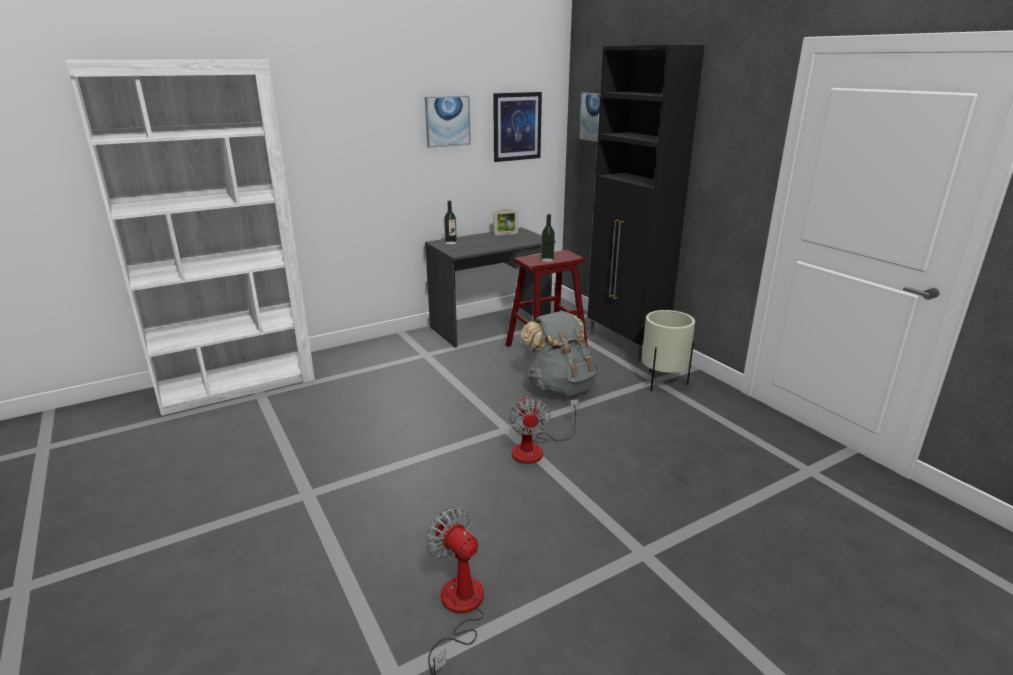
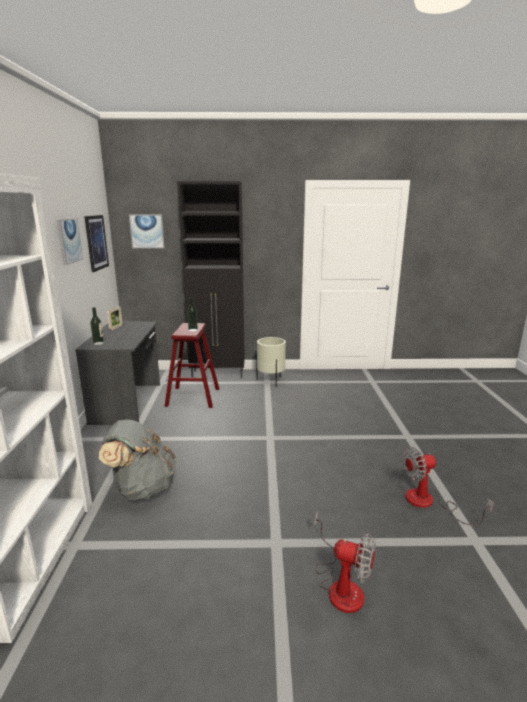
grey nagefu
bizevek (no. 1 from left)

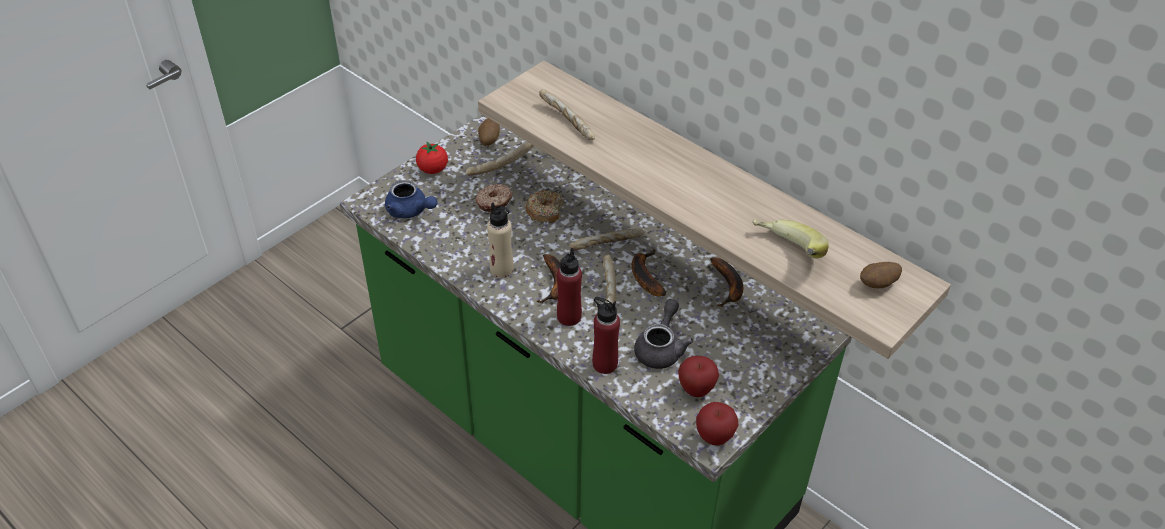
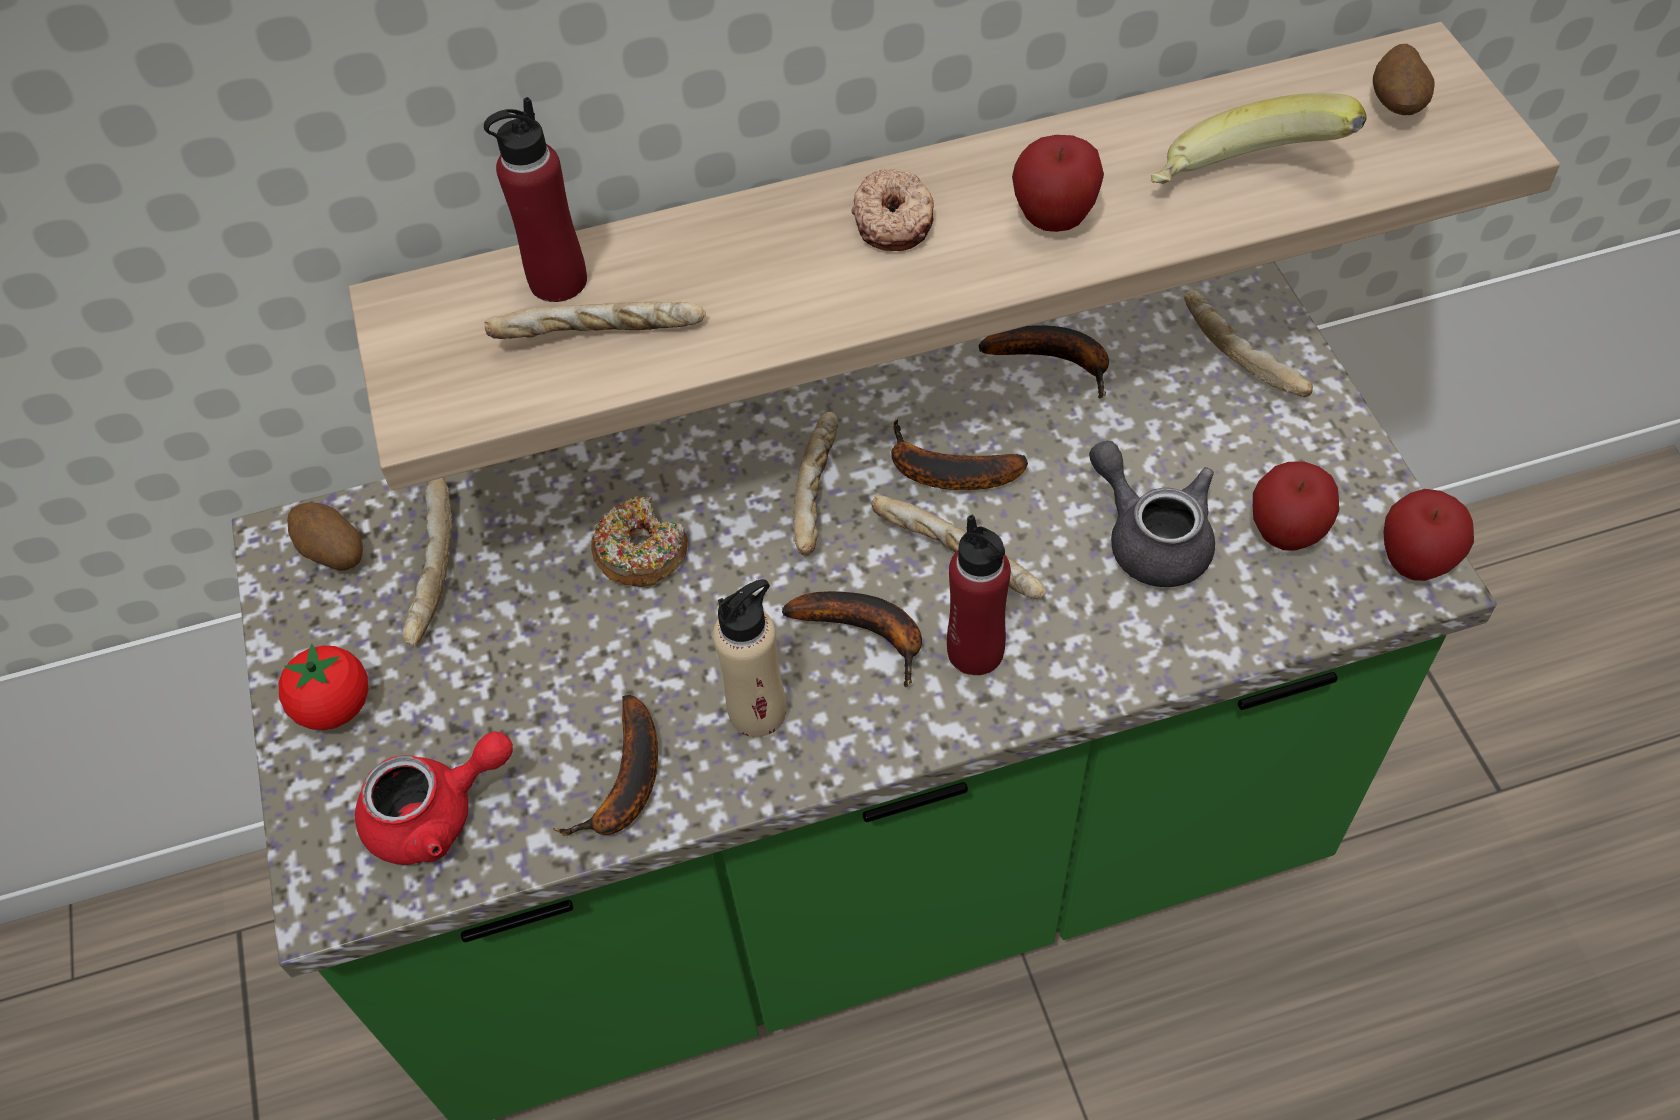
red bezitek
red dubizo (no. 1 from left)
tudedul (no. 1 from left)
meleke (no. 2 from left)
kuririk (no. 1 from left)
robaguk (no. 5 from left)

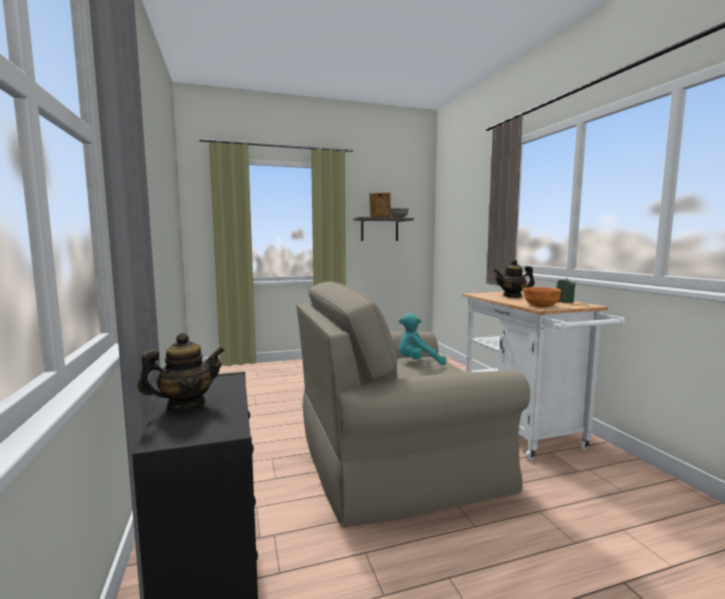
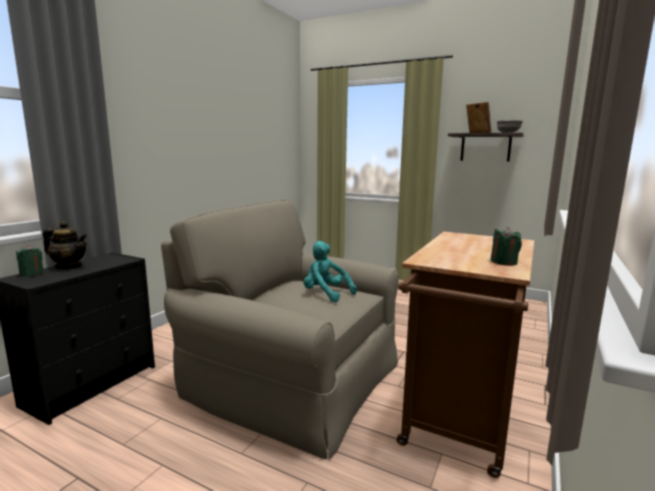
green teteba (no. 1 from left)
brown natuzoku
bezitek (no. 2 from left in the first image)
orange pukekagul

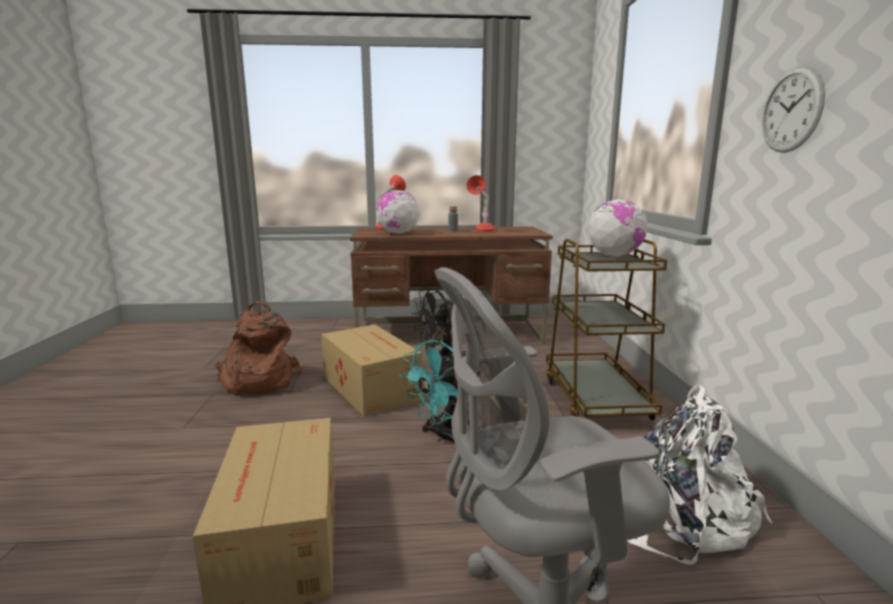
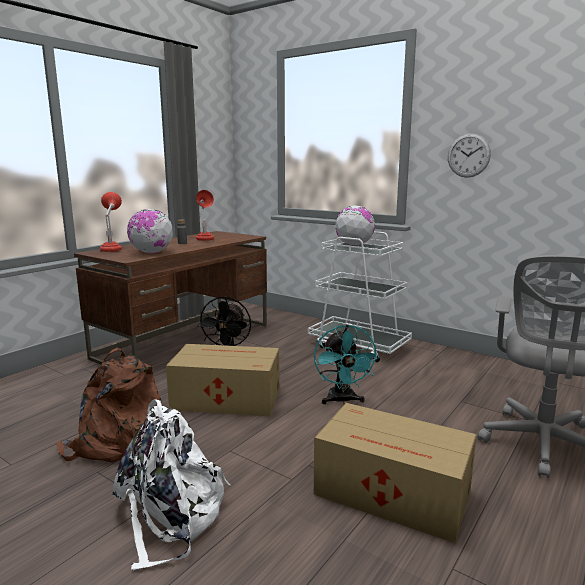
white nagefu
white natuzoku

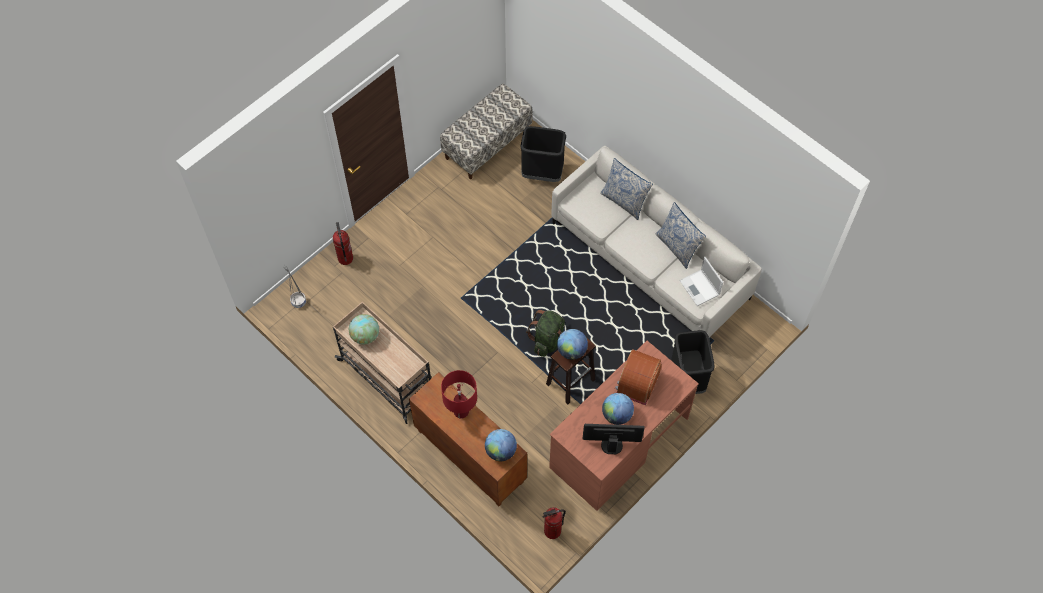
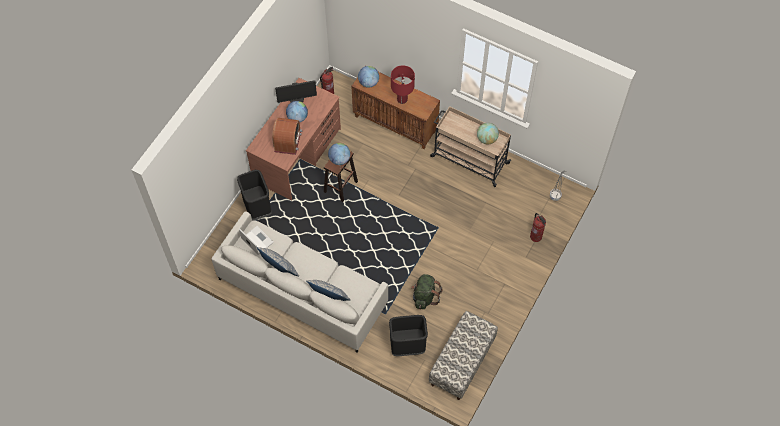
green nagefu

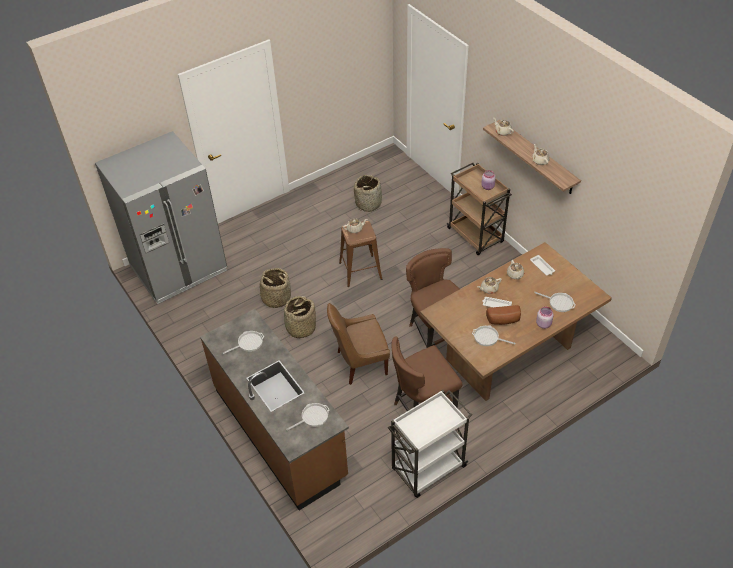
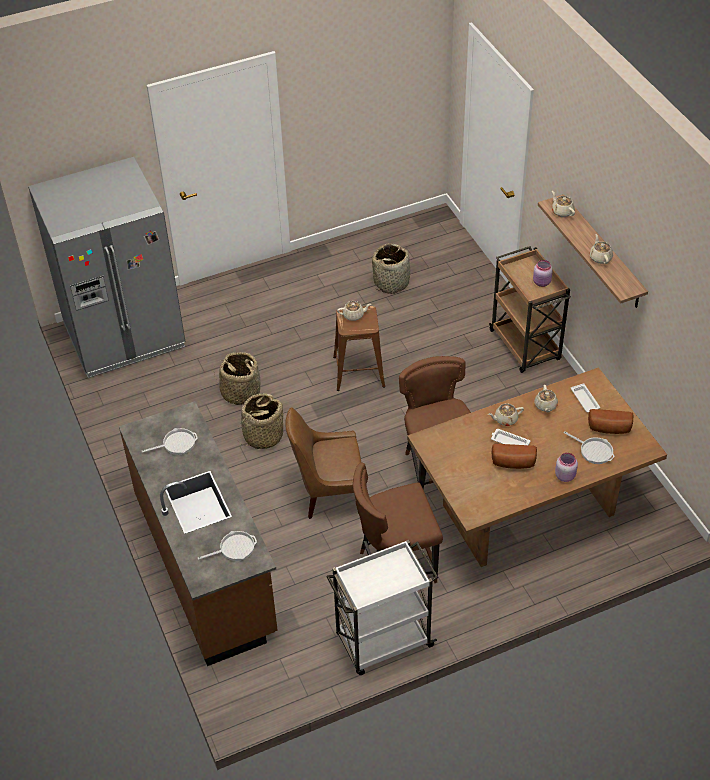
robaguk (no. 2 from left)
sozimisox (no. 3 from left in the first image)

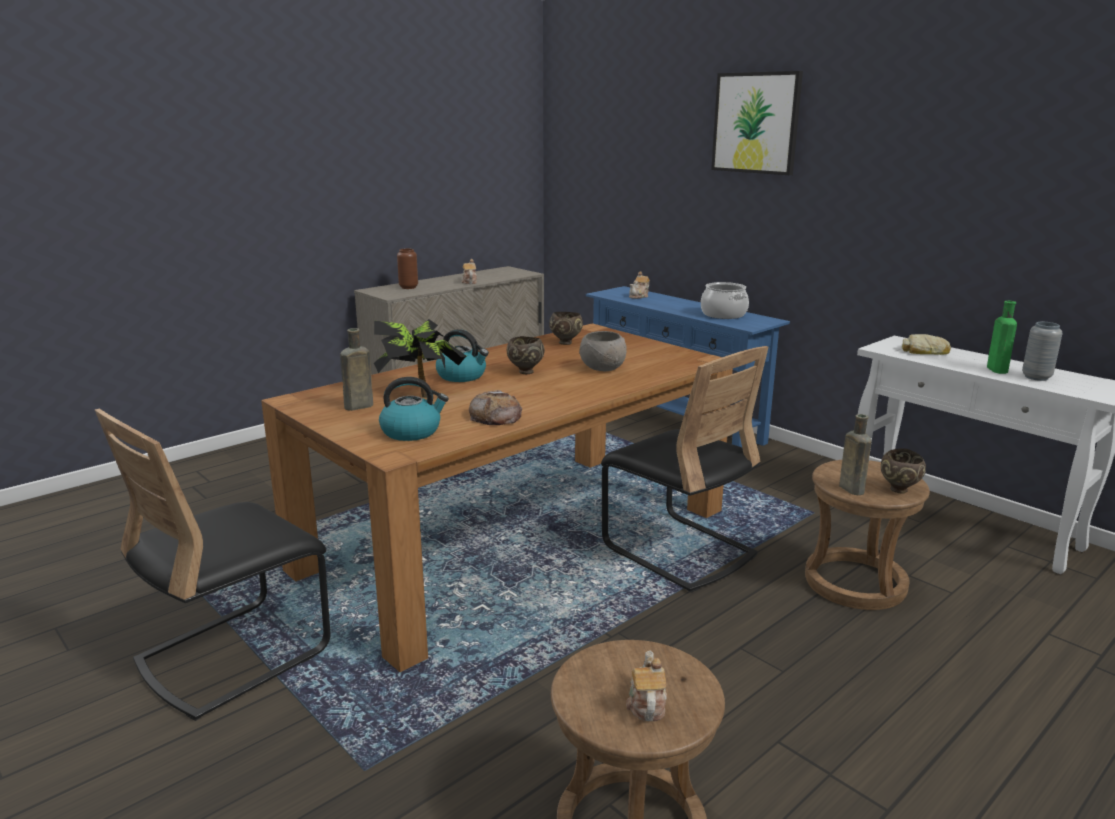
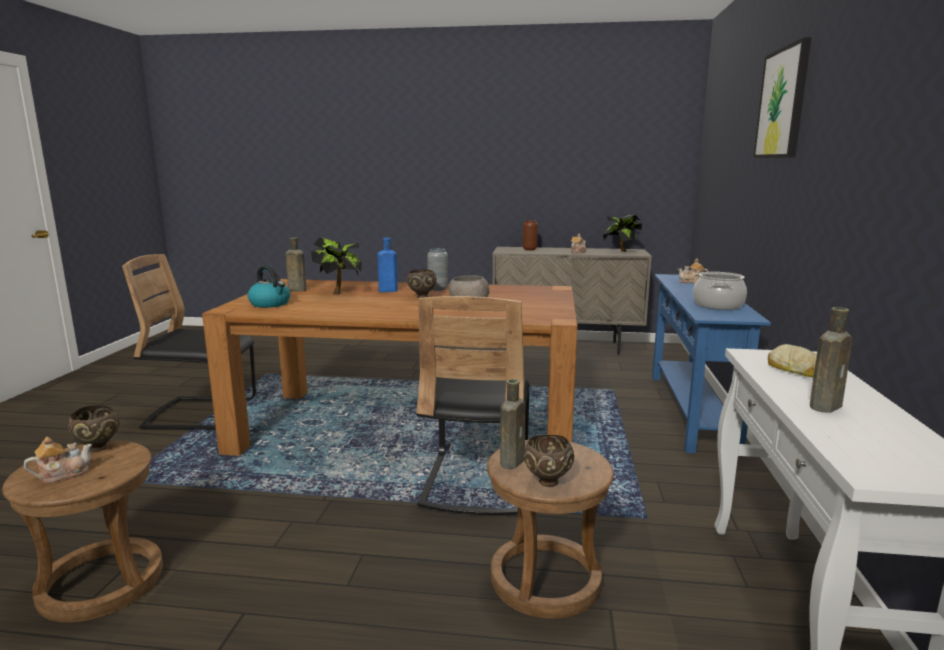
brown pukekagul (no. 1 from left)
blue dubizo
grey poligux
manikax (no. 2 from left)
brown dubizo (no. 3 from left)
robaguk (no. 1 from left in the first image)

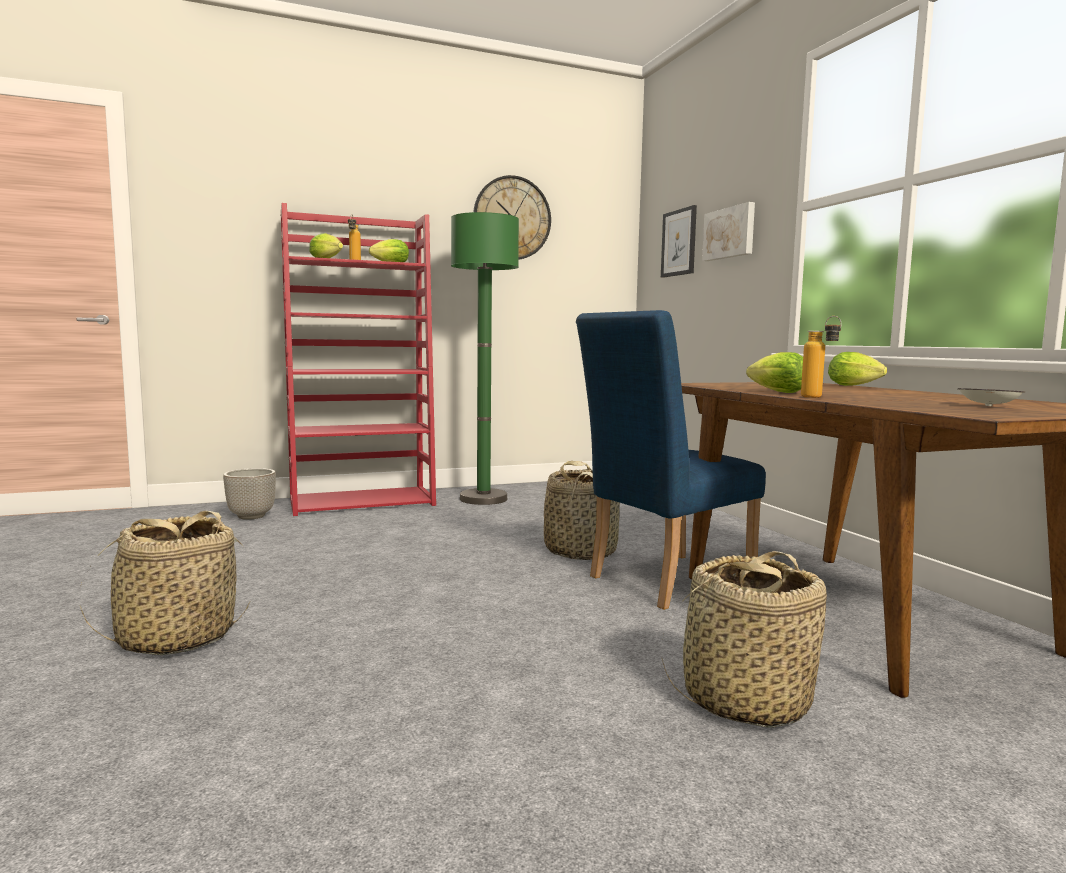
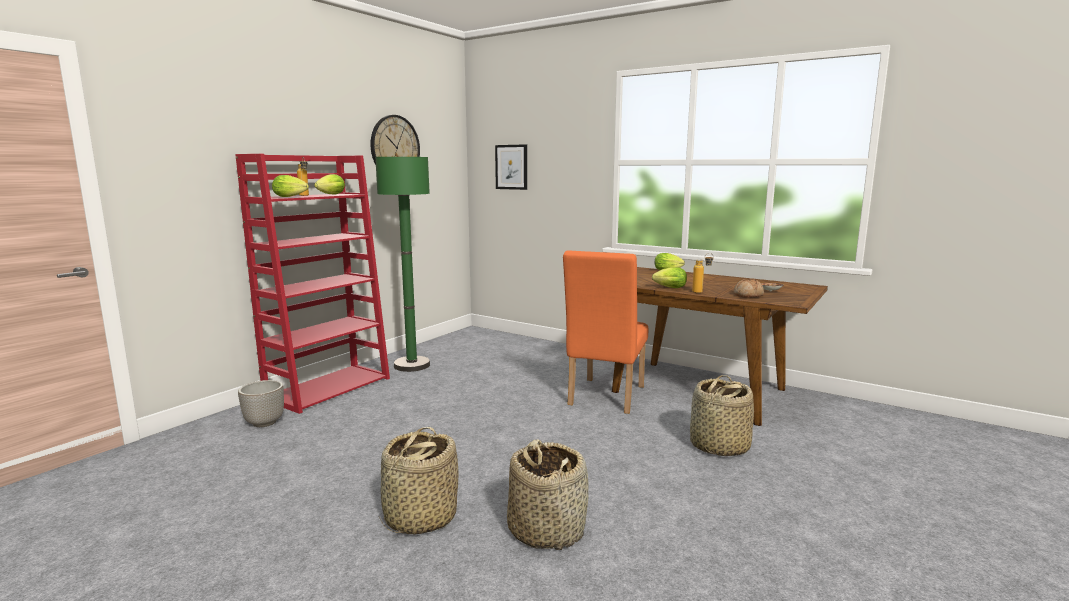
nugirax (no. 2 from left)
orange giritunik
robaguk
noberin (no. 2 from left in the first image)

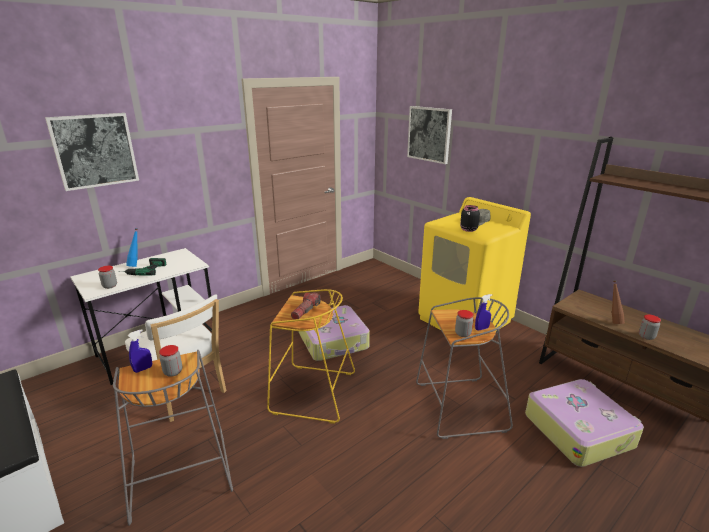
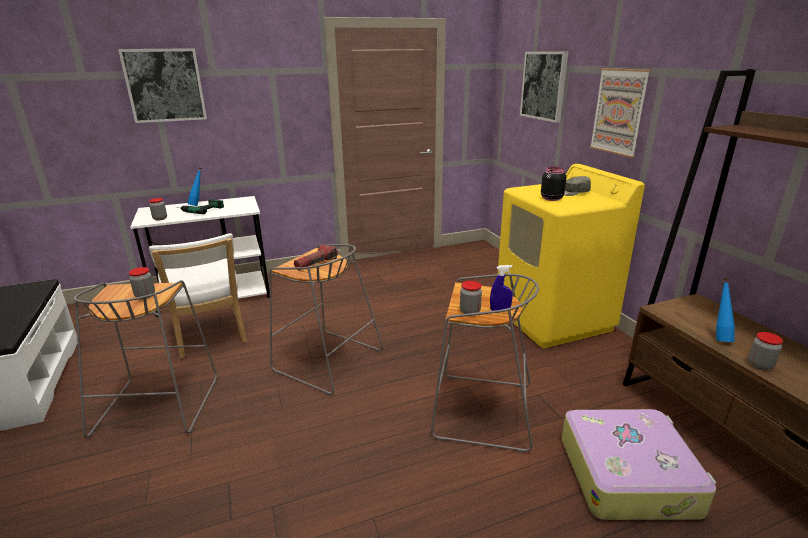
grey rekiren (no. 2 from left)
noberin (no. 3 from left)
blue dubizo (no. 2 from left)
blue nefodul (no. 1 from left in the first image)
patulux (no. 1 from left in the first image)

